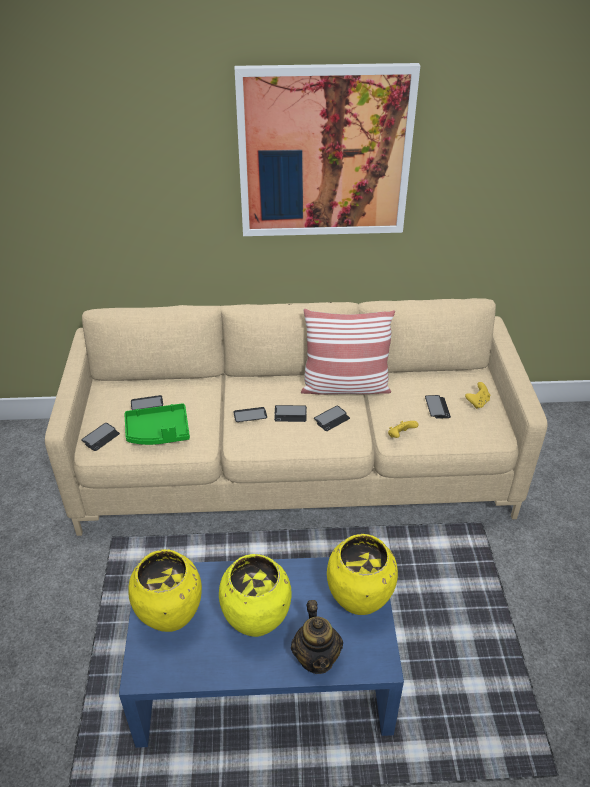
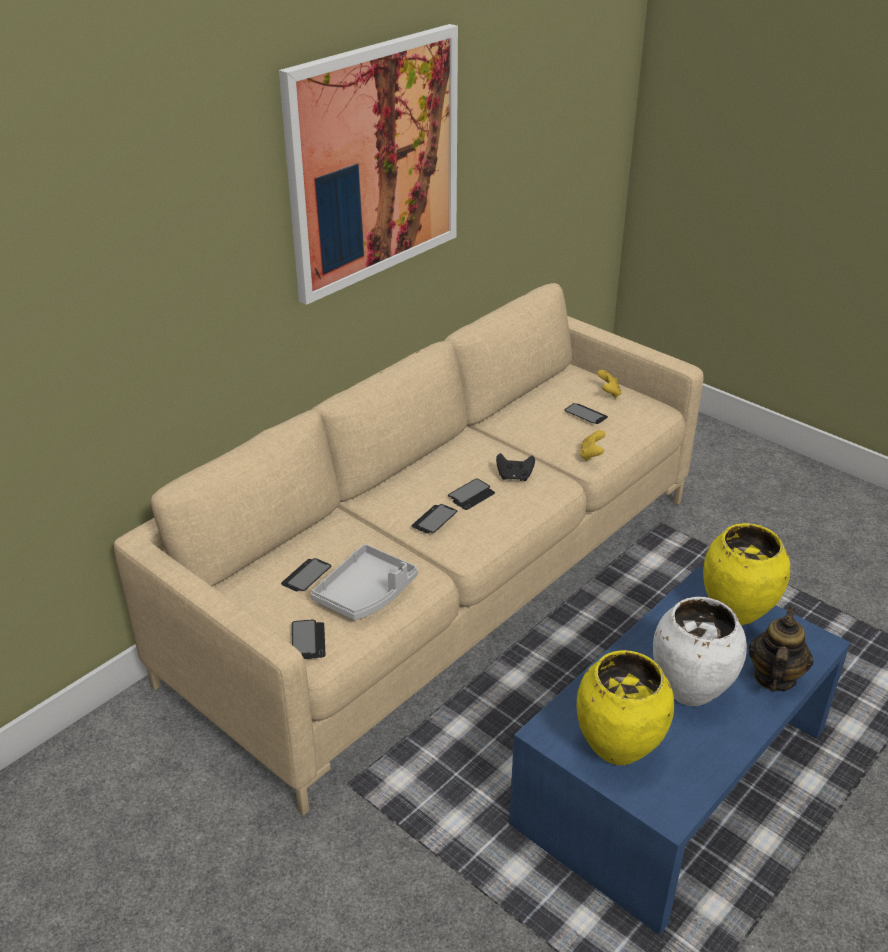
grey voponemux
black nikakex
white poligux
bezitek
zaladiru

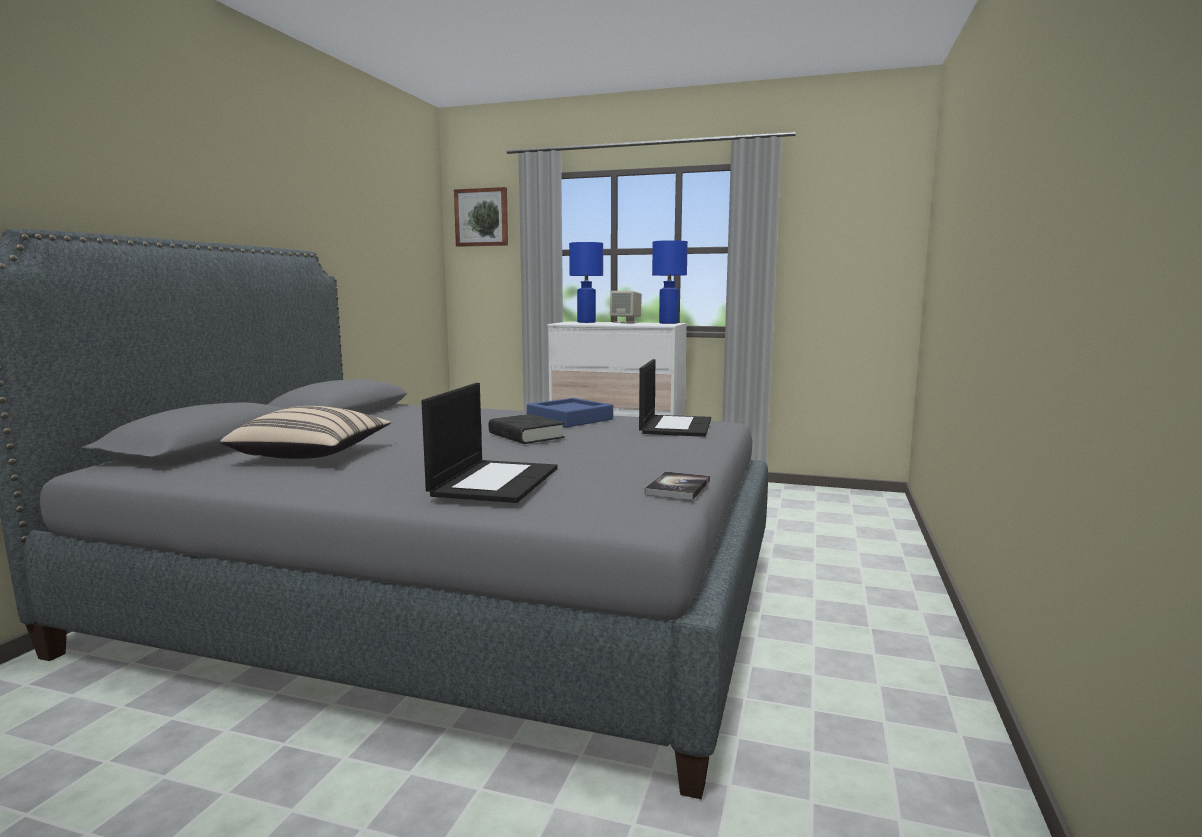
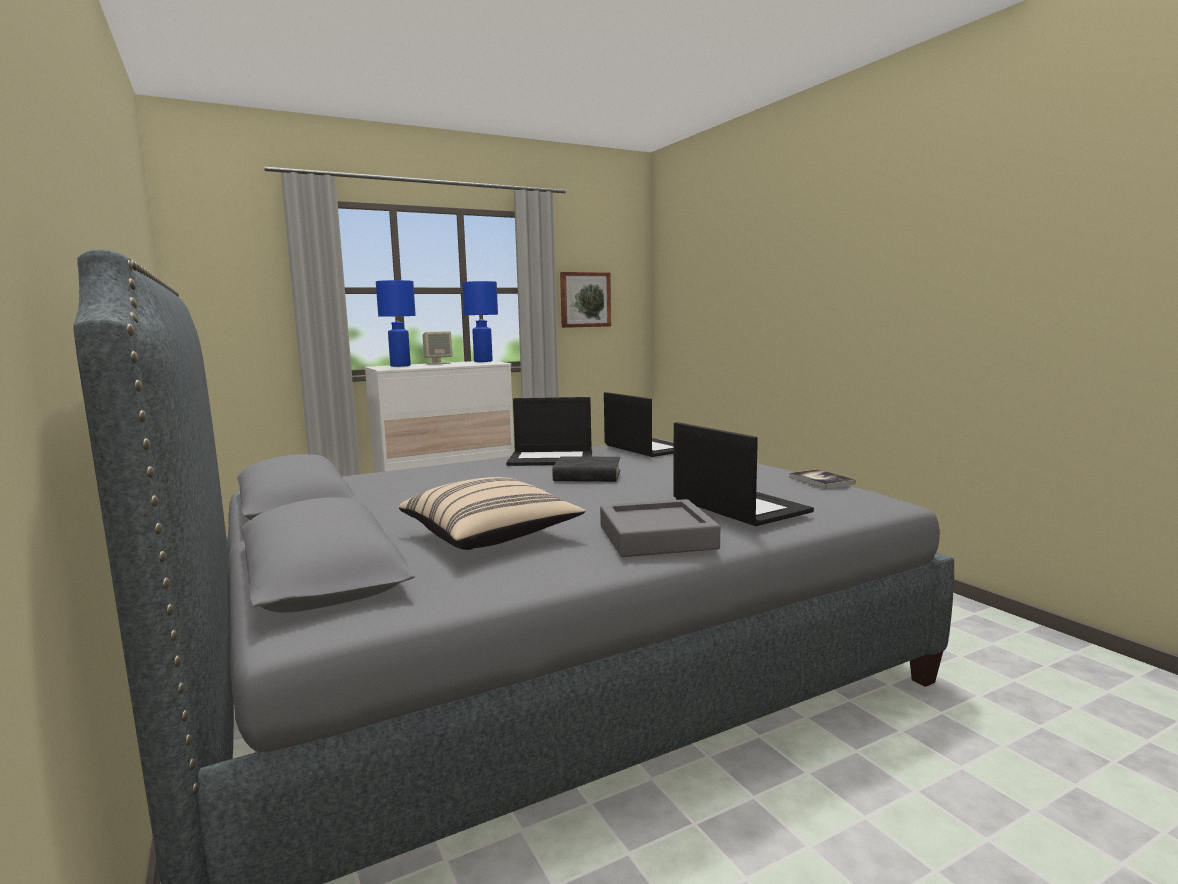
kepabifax (no. 1 from left)
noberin
grey voponemux

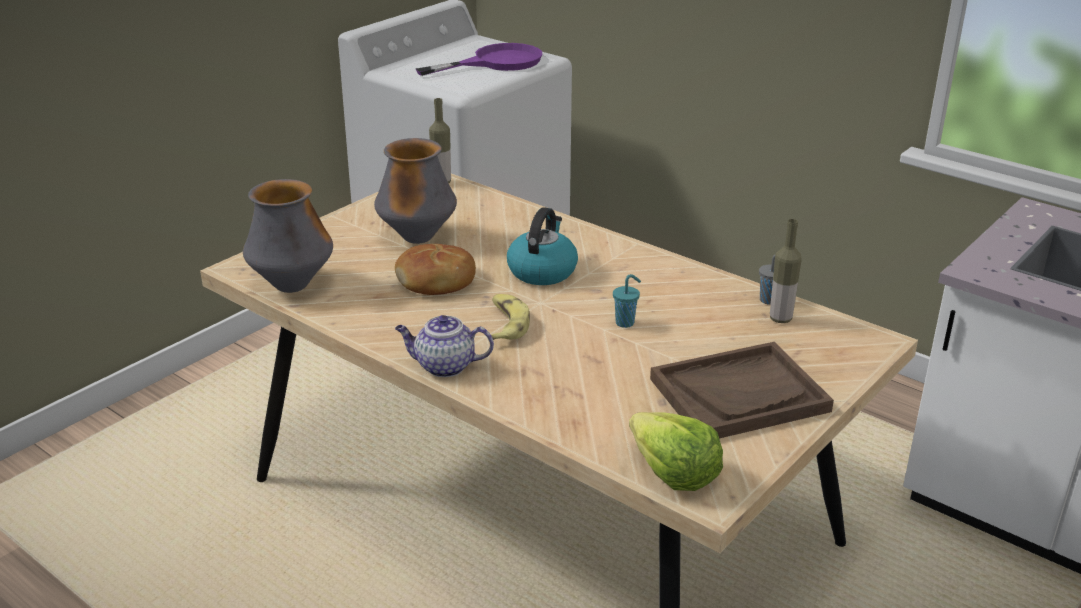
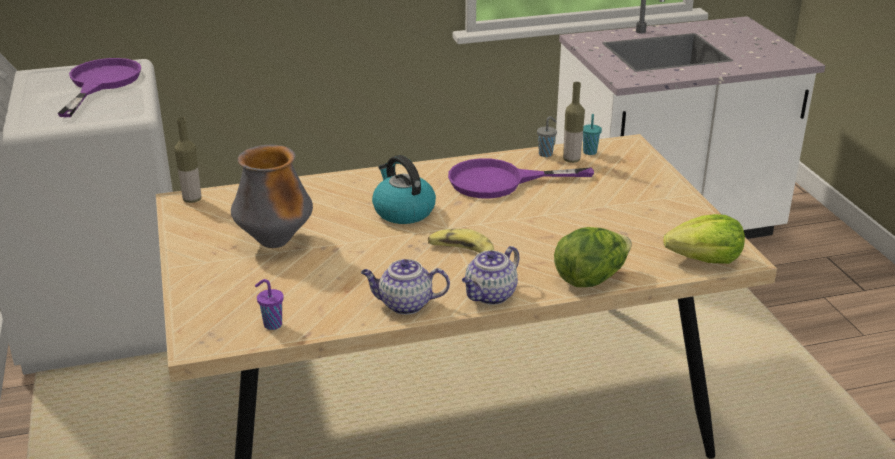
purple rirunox
bezitek (no. 1 from left)
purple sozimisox (no. 2 from left)
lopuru (no. 1 from left)
turquoise rirunox
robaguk
brown voponemux

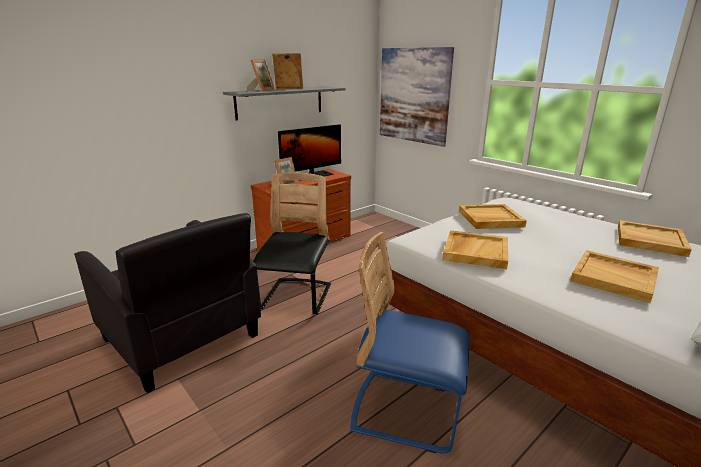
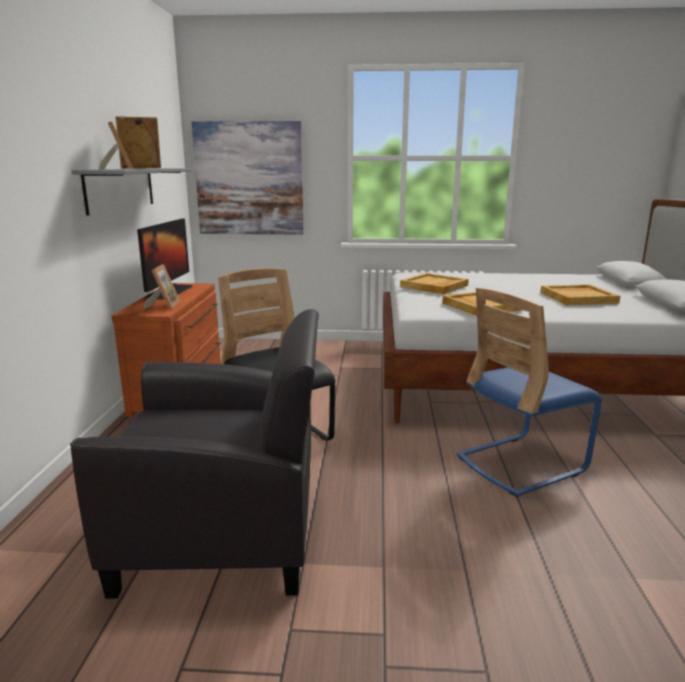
beige voponemux (no. 4 from left in the first image)

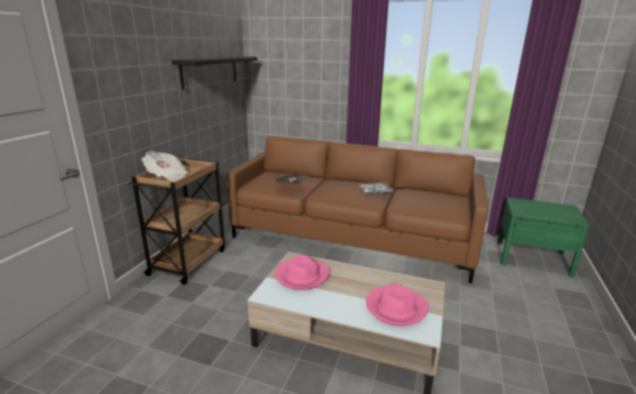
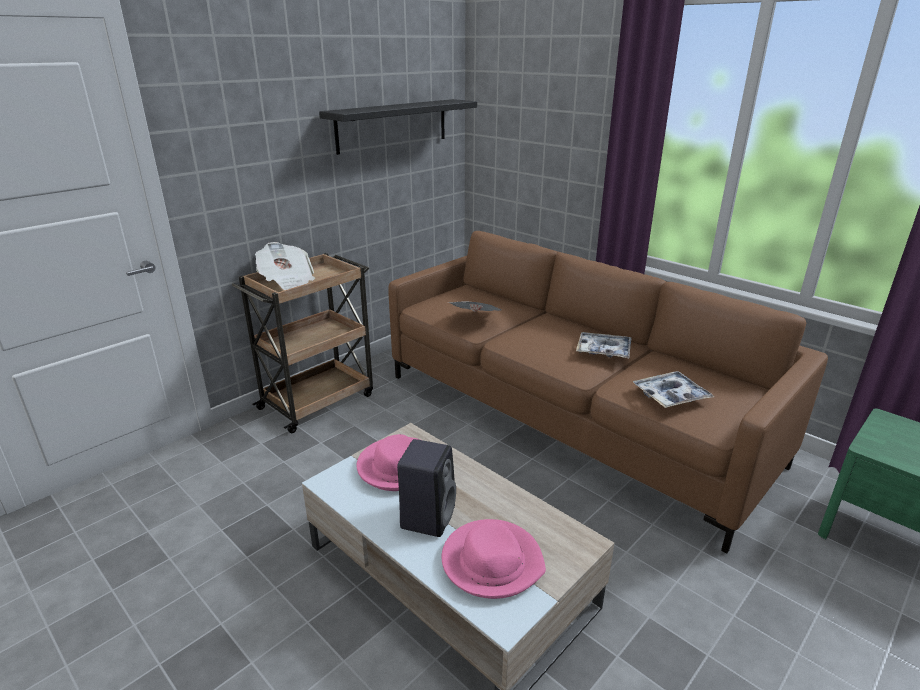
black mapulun
voponemux (no. 2 from left)

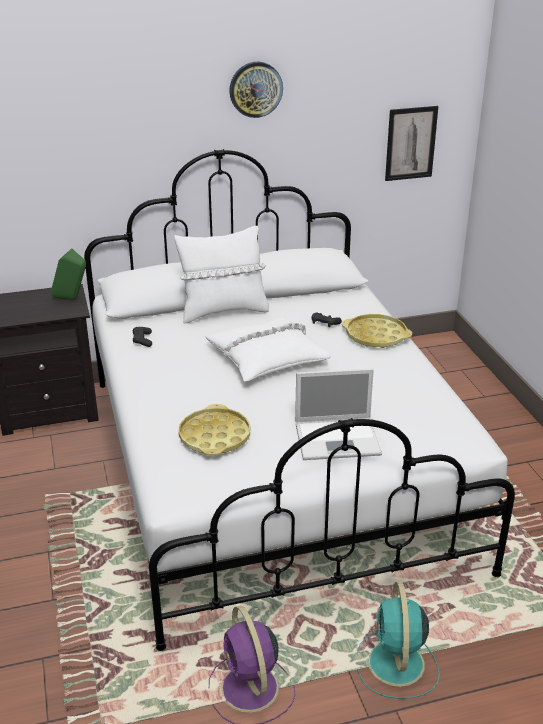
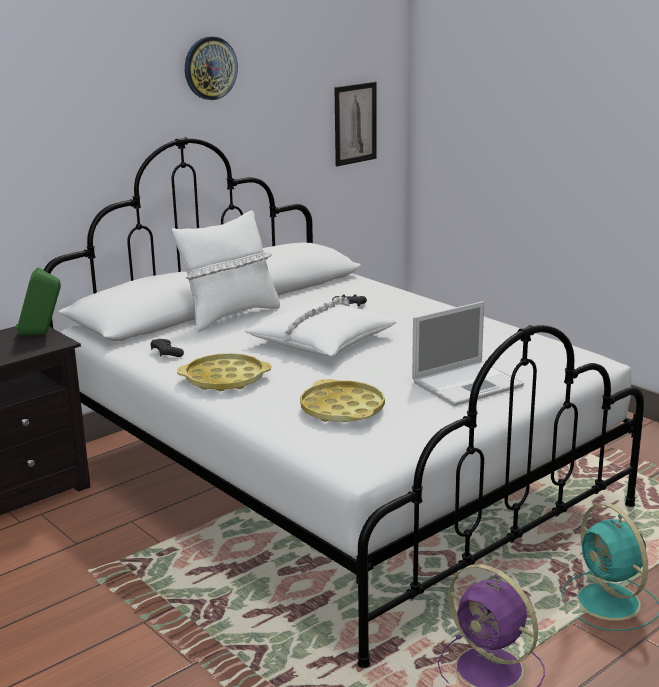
yellow voponemux (no. 1 from left)

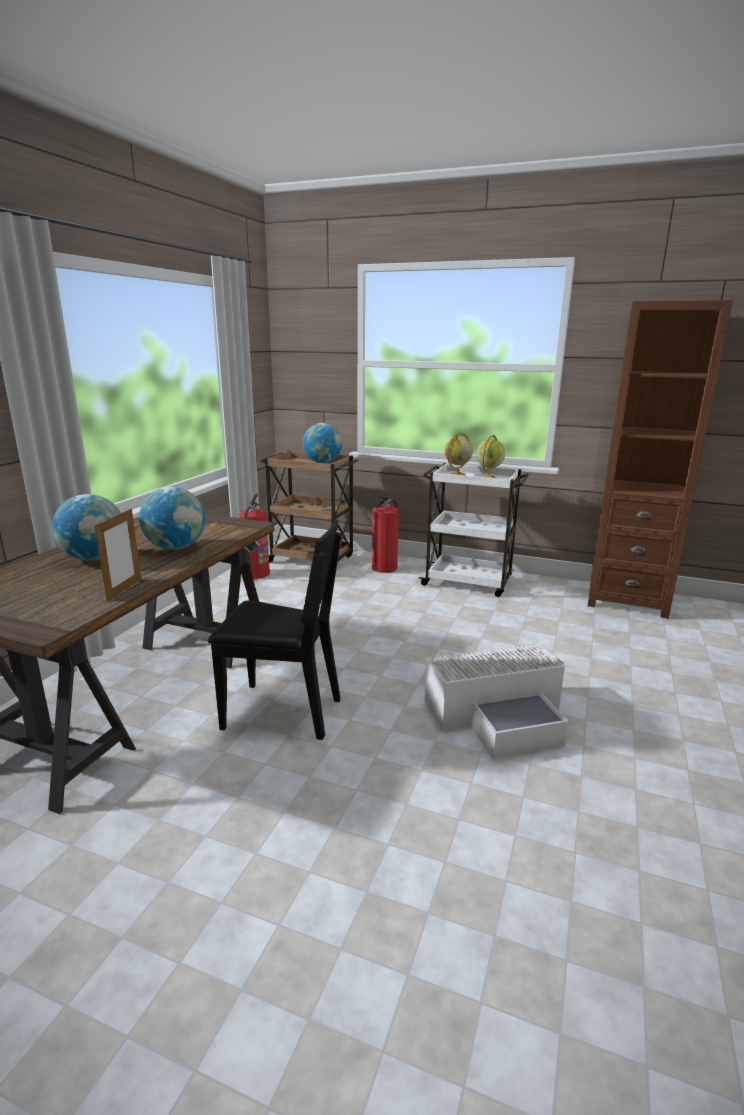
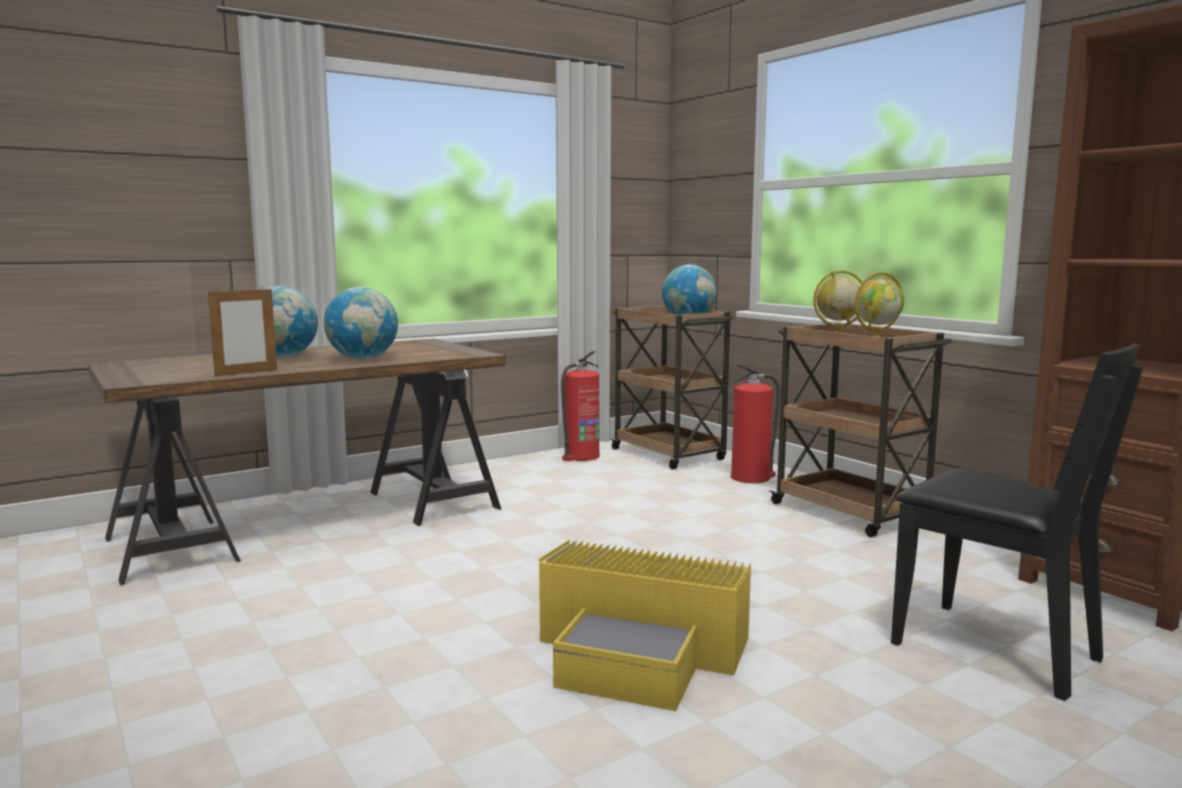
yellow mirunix
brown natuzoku (no. 2 from left)
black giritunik

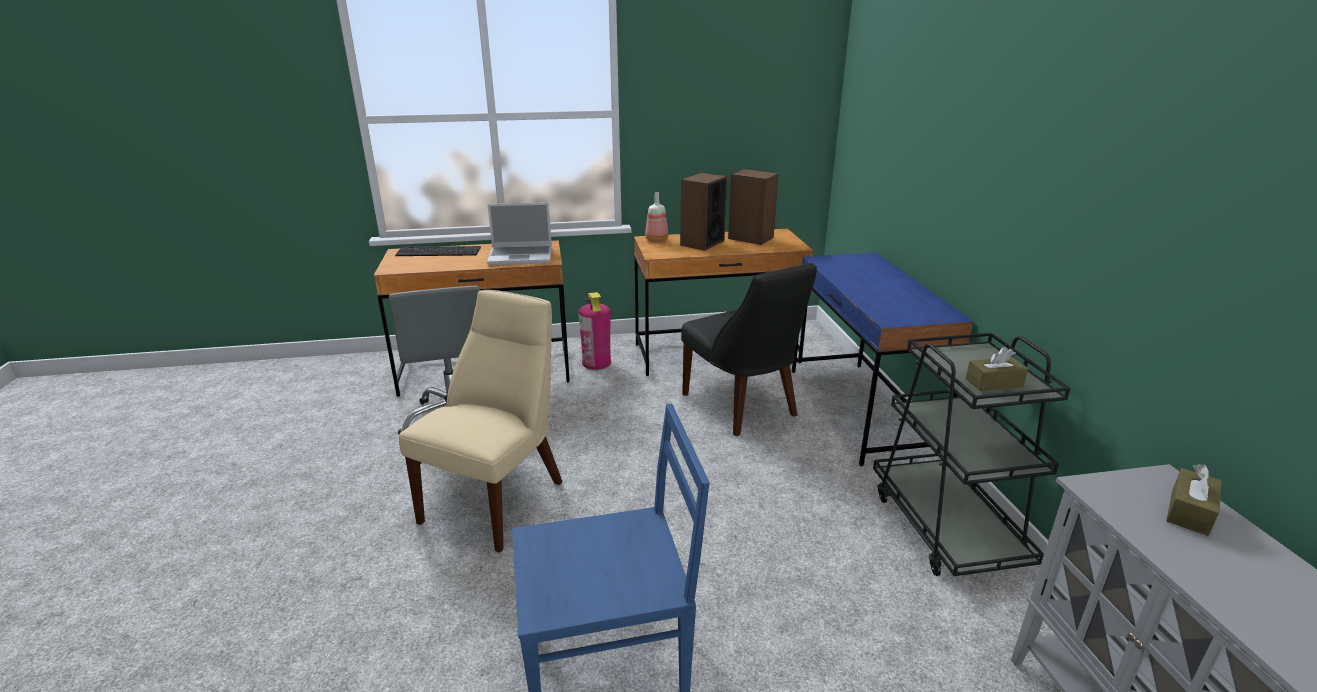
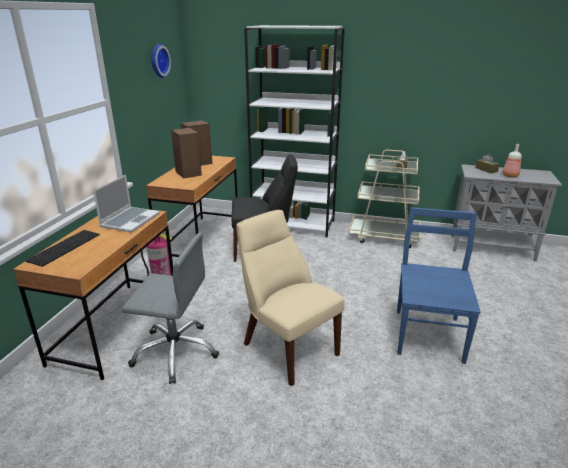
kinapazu
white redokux
beige natuzoku
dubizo

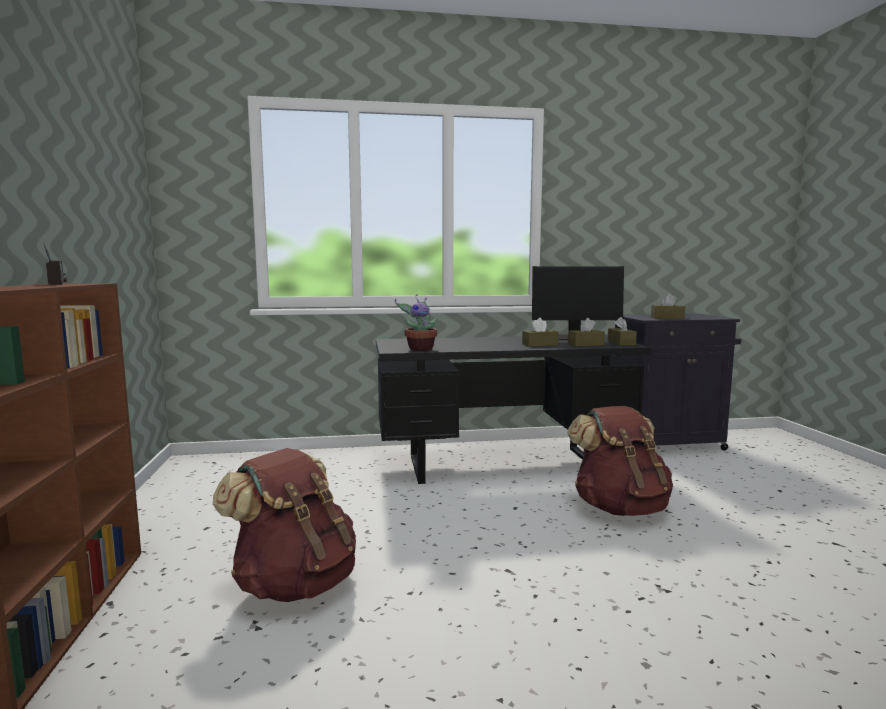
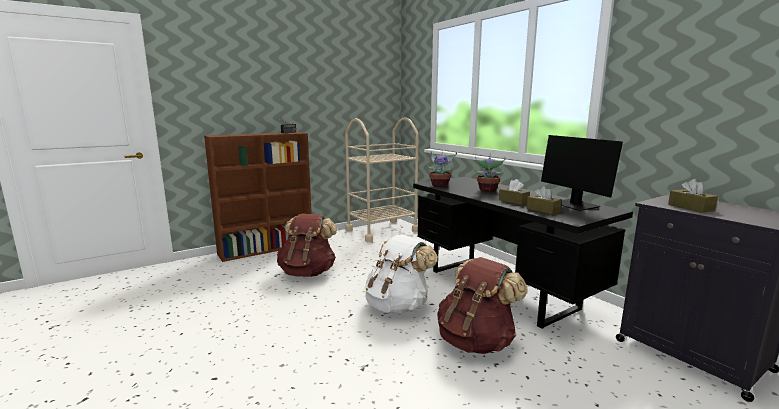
beige natuzoku
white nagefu
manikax (no. 2 from left)
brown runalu (no. 3 from left in the first image)

